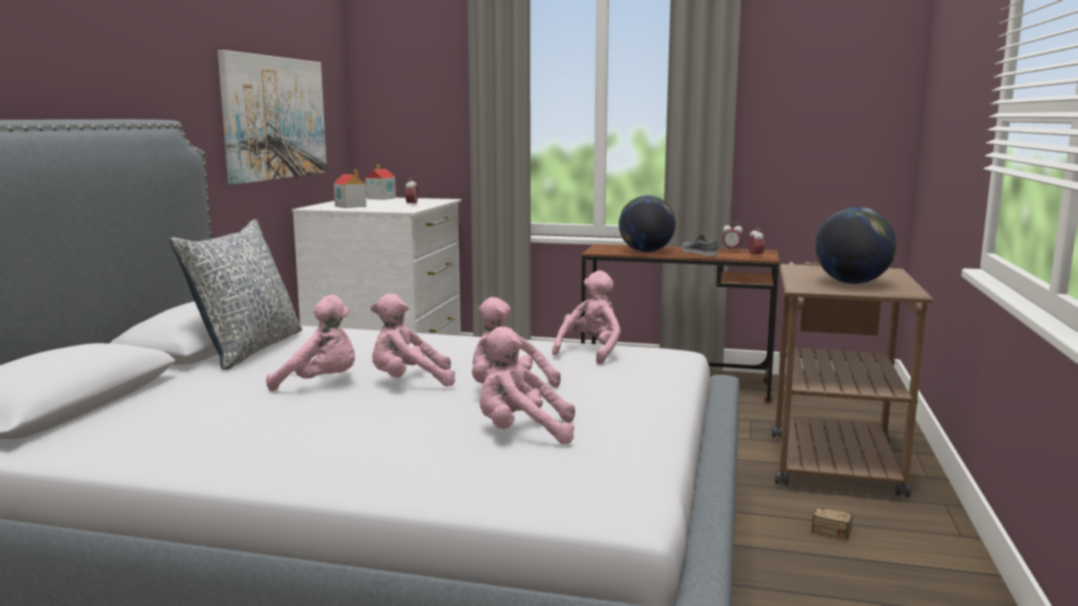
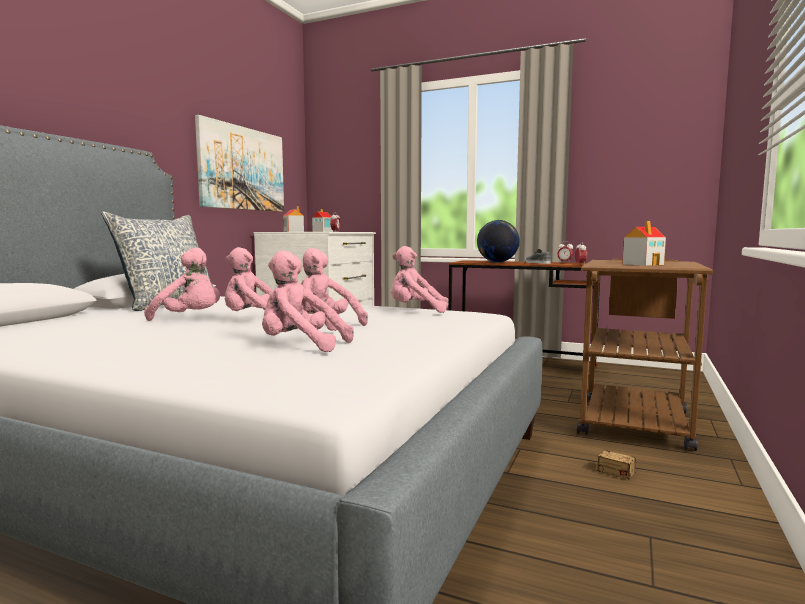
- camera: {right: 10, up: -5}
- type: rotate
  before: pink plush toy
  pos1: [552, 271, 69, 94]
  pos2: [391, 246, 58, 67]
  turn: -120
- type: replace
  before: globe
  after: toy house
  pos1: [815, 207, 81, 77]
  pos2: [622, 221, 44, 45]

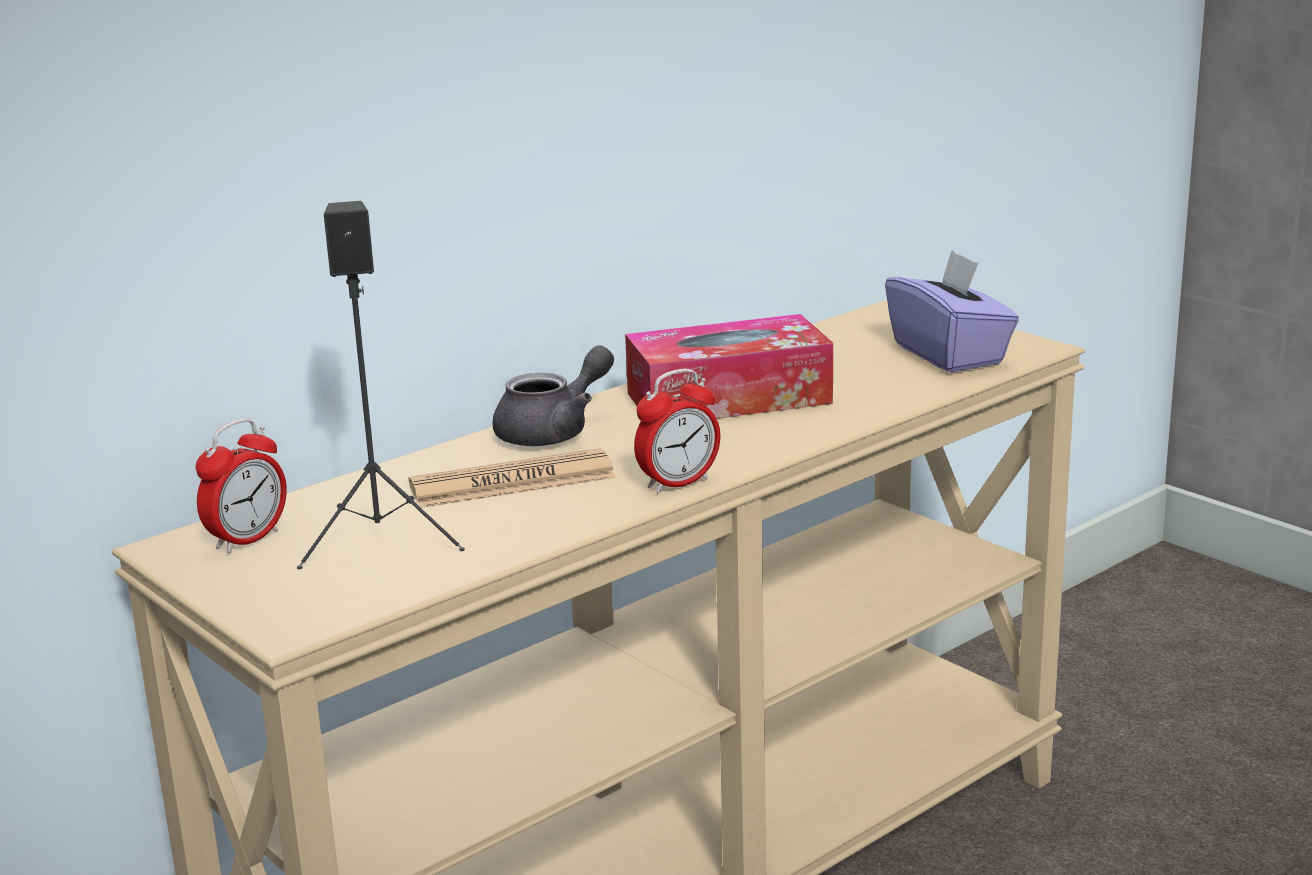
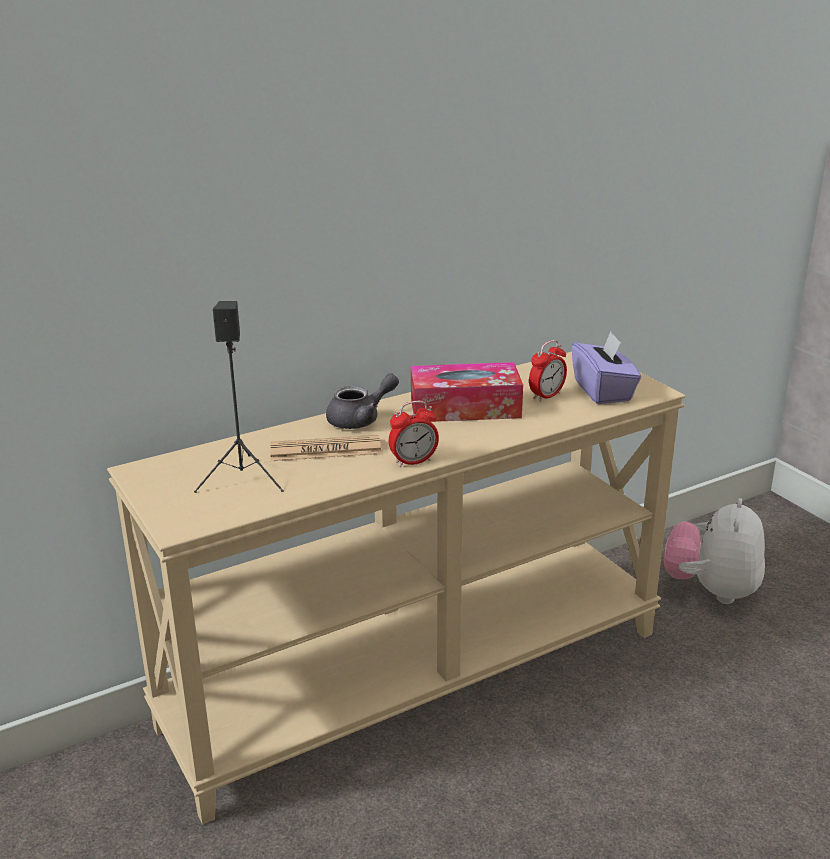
- camera: {right: 10, up: 5}
- type: move
  before: alarm clock
  pos1: [196, 419, 91, 134]
  pos2: [529, 340, 38, 62]
- type: insert
  after: plush toy
  pos2: [664, 498, 101, 106]

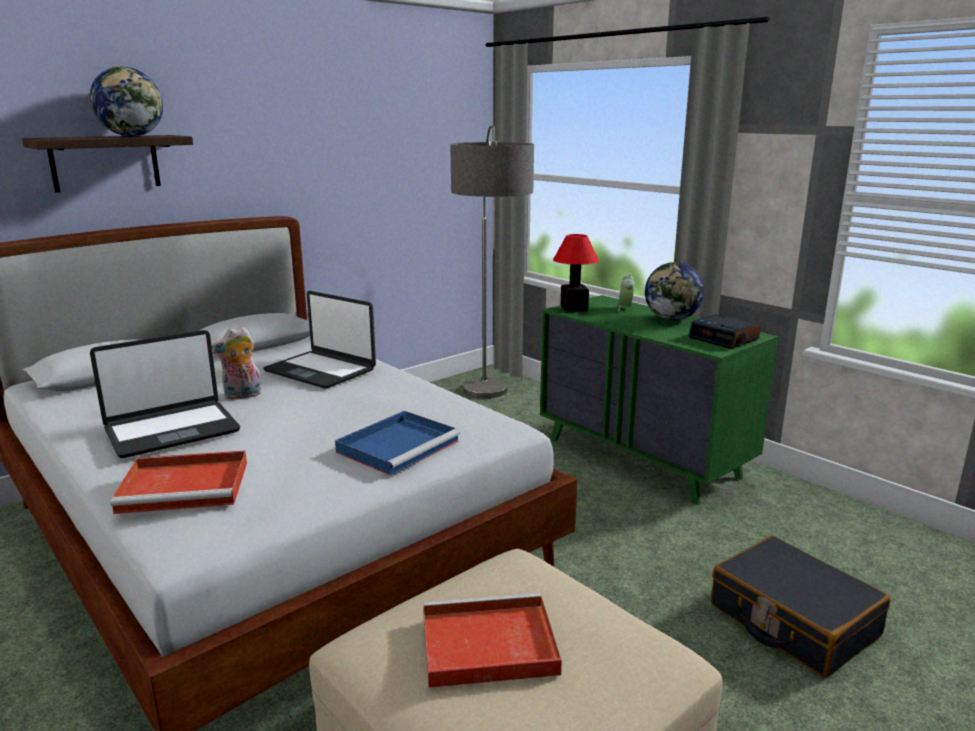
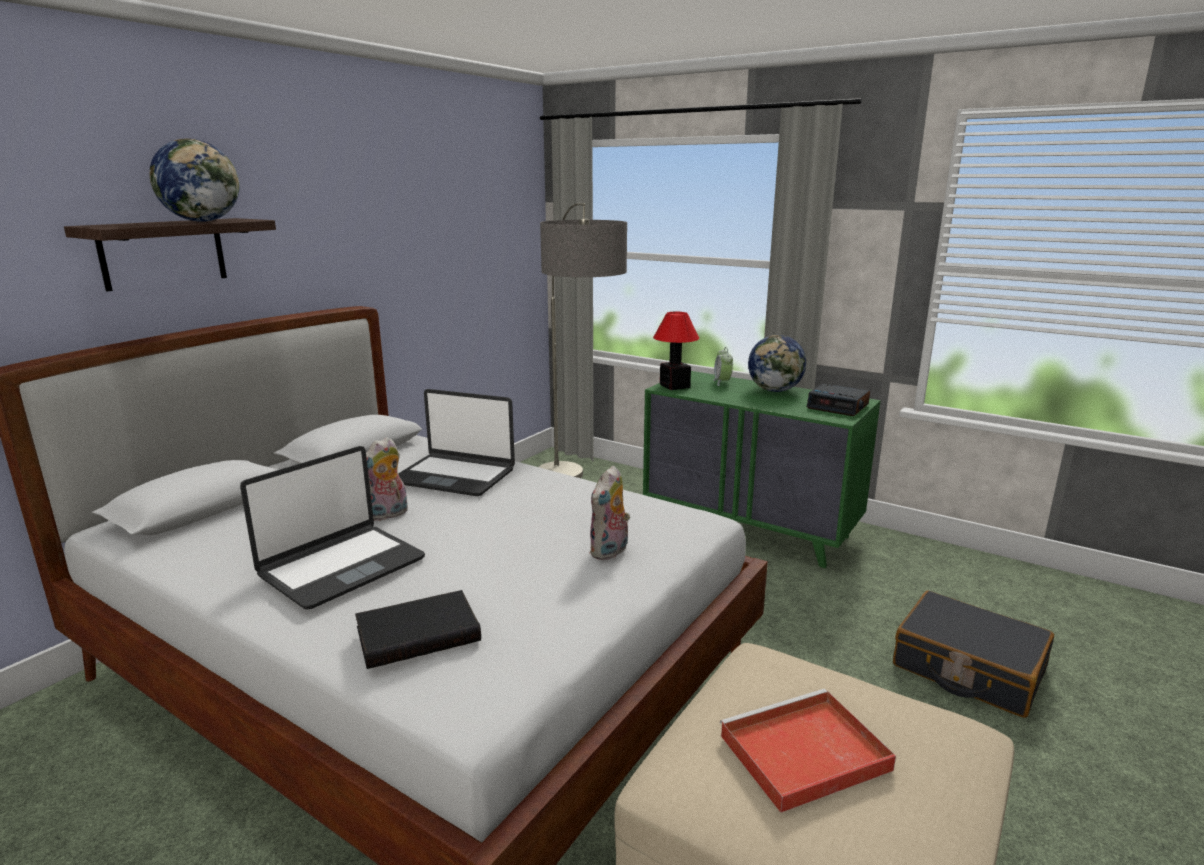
- camera: {right: -15, up: 0}
- type: replace
  before: red tray
  after: black book
  pos1: [110, 450, 137, 64]
  pos2: [355, 590, 126, 79]
- type: replace
  before: blue tray
  after: plush toy
  pos1: [335, 411, 125, 65]
  pos2: [590, 466, 40, 94]

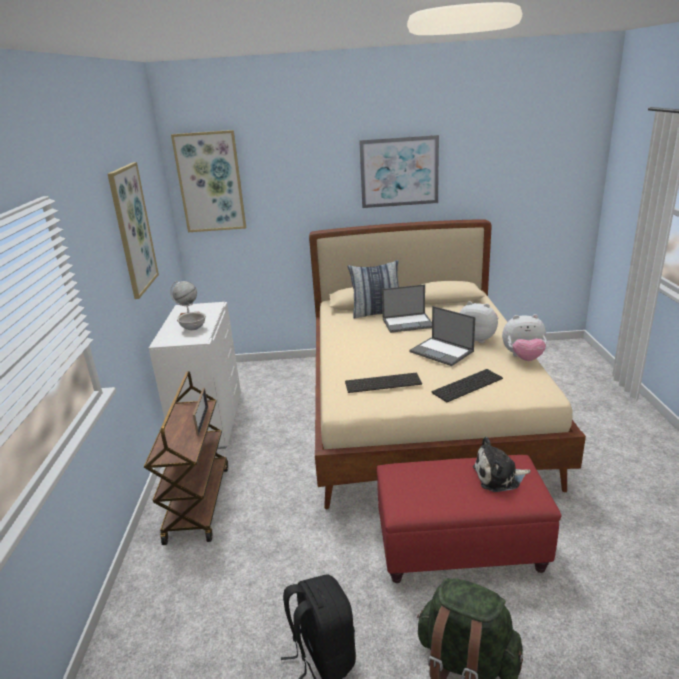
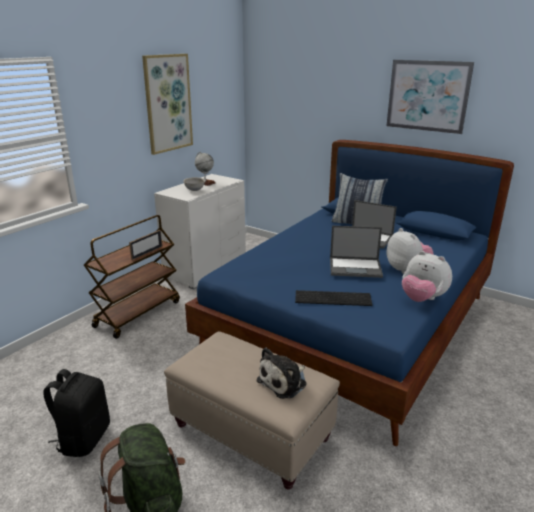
- camera: {right: 35, up: 0}
- type: delete
  before: picture
  pos1: [171, 130, 75, 102]
- type: recolor
  before: beige bed
  after: blue bed
  pos1: [309, 219, 277, 290]
  pos2: [185, 140, 329, 306]
- type: delete
  before: keyboard
  pos1: [345, 373, 77, 20]
- type: recolor
  before: red ottoman
  after: beige ottoman
  pos1: [377, 455, 185, 128]
  pos2: [164, 331, 176, 158]
- type: rotate
  before: laptop
  pos1: [410, 306, 65, 60]
  pos2: [330, 226, 53, 52]
  turn: -75
- type: rotate
  before: plush toy
  pos1: [473, 437, 58, 55]
  pos2: [257, 347, 50, 52]
  turn: -75

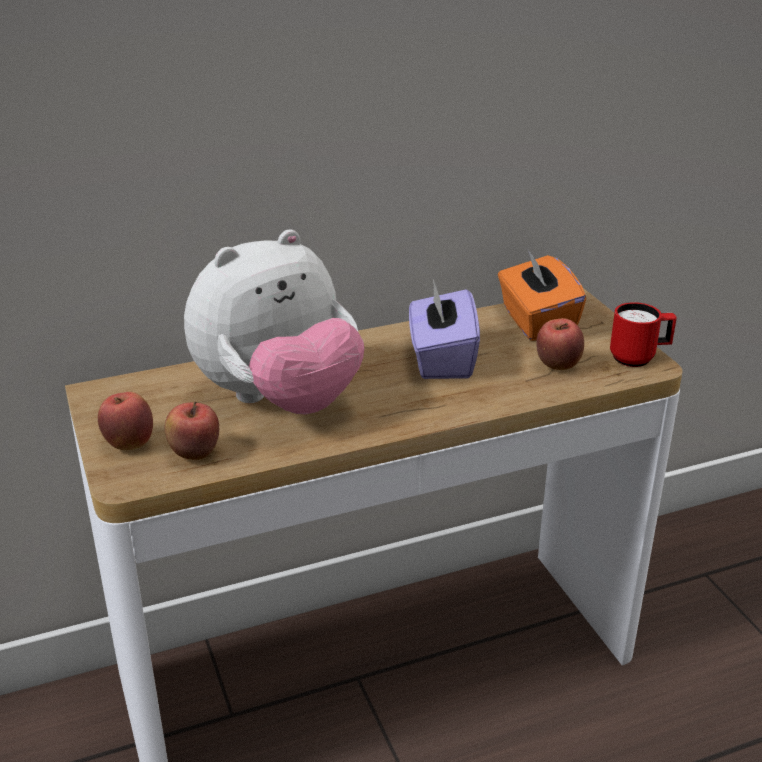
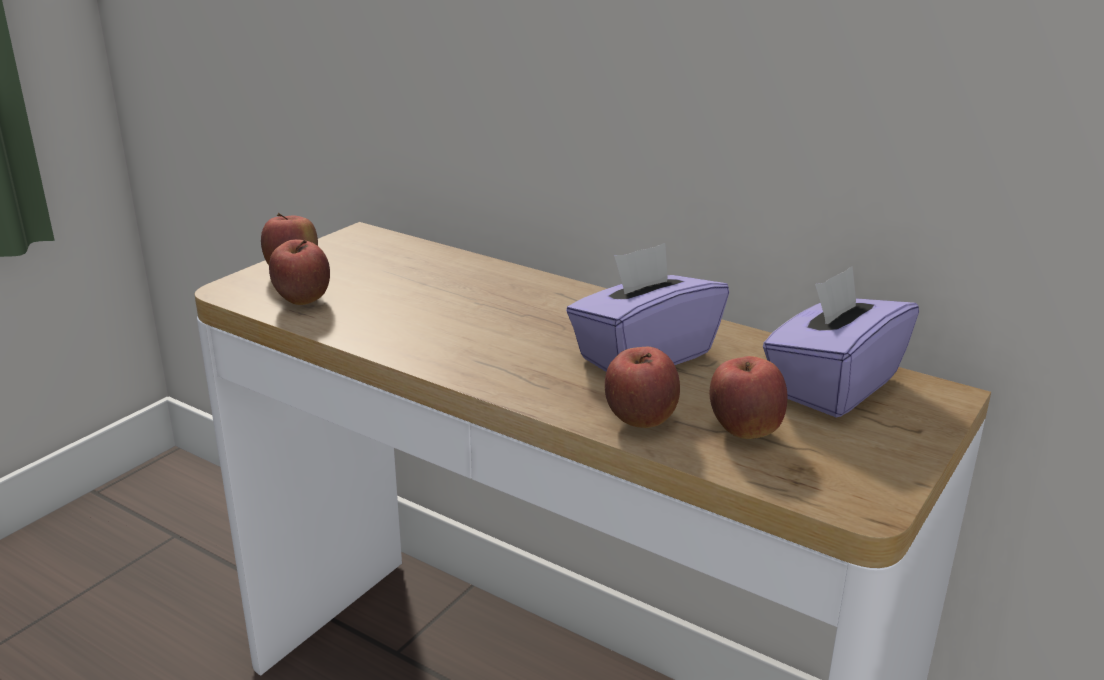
- camera: {right: 55, up: -5}
- type: delete
  before: plush toy
  pos1: [184, 229, 180, 186]
- type: recolor
  before: orange tissue box
  after: purple tissue box
  pos1: [498, 250, 88, 91]
  pos2: [763, 266, 156, 152]
- type: delete
  before: red mug
  pos1: [610, 302, 67, 65]
- type: insert
  after: apple
  pos2: [605, 347, 75, 81]

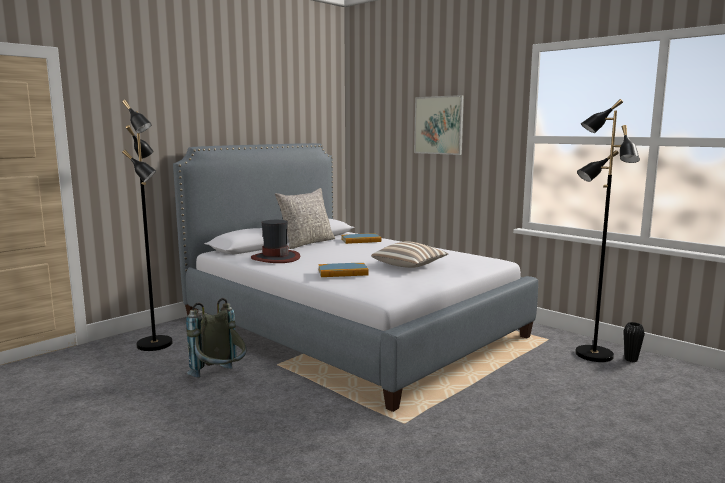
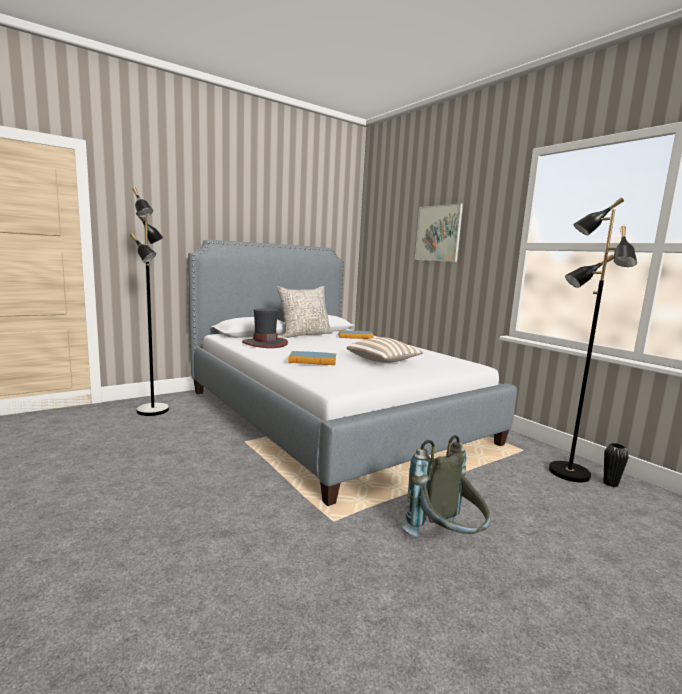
- camera: {right: 10, up: 0}
- type: move
  before: grey backpack
  pos1: [186, 298, 61, 80]
  pos2: [402, 435, 88, 102]

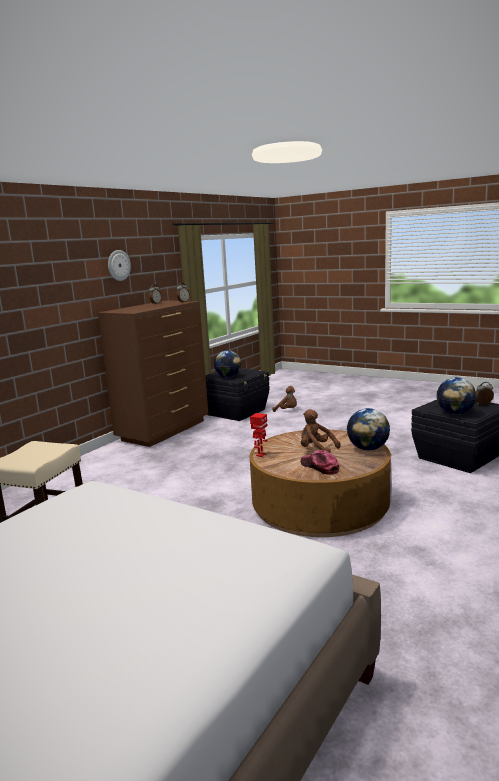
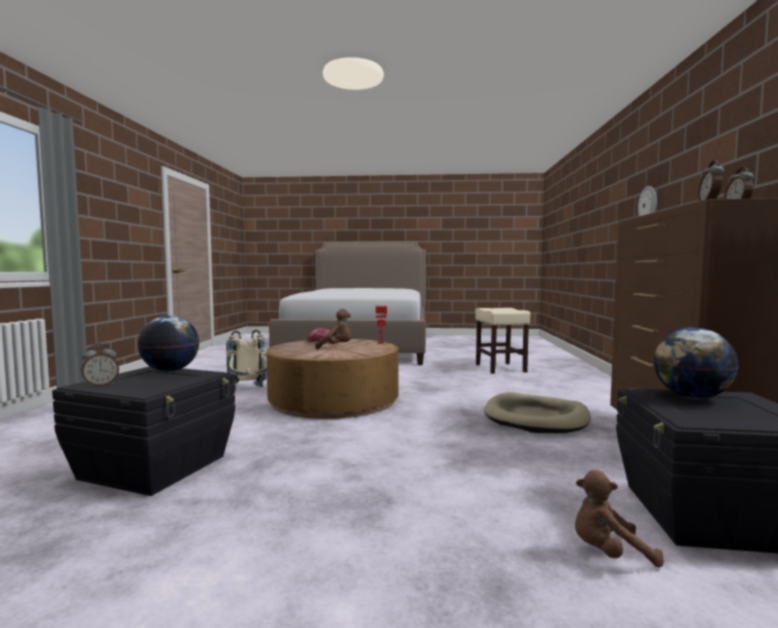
- camera: {right: 150, up: -10}
- type: move
  before: wall clock
  pos1: [108, 250, 23, 31]
  pos2: [638, 186, 19, 30]
- type: delete
  before: globe
  pos1: [347, 408, 43, 43]
- type: insert
  after: beige backpack
  pos2: [226, 330, 41, 60]
- type: insert
  after: beige dog bed
  pos2: [484, 392, 107, 41]

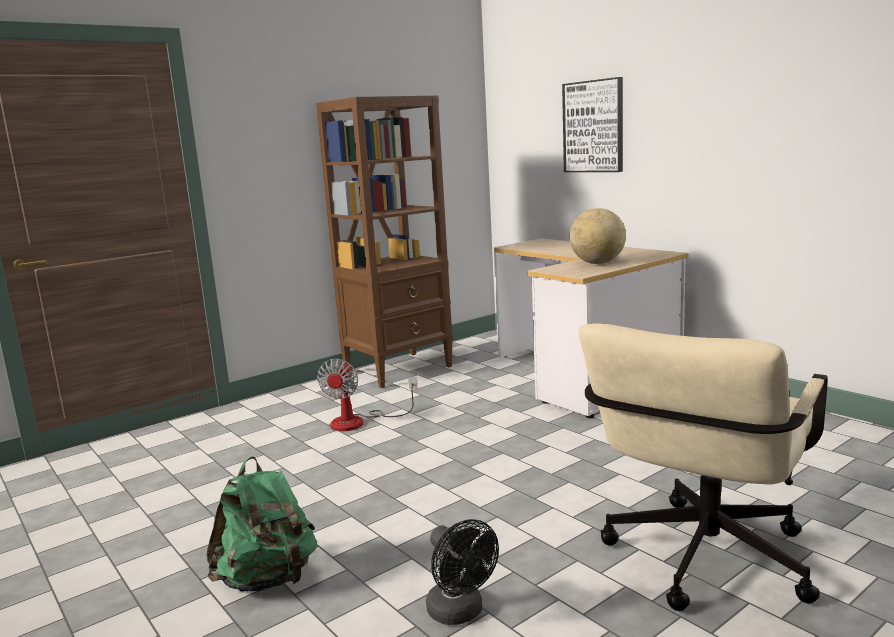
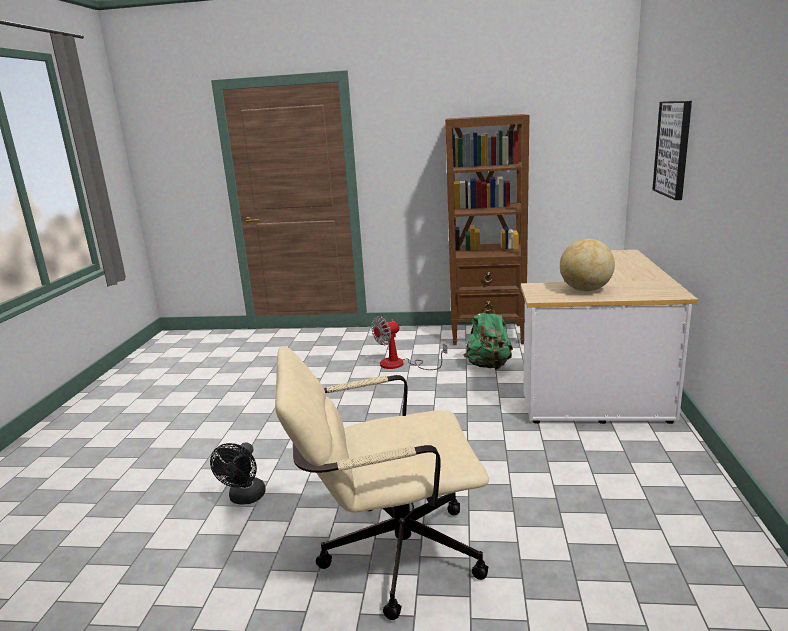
- camera: {right: 45, up: 5}
- type: move
  before: green backpack
  pos1: [206, 456, 111, 136]
  pos2: [463, 306, 50, 64]

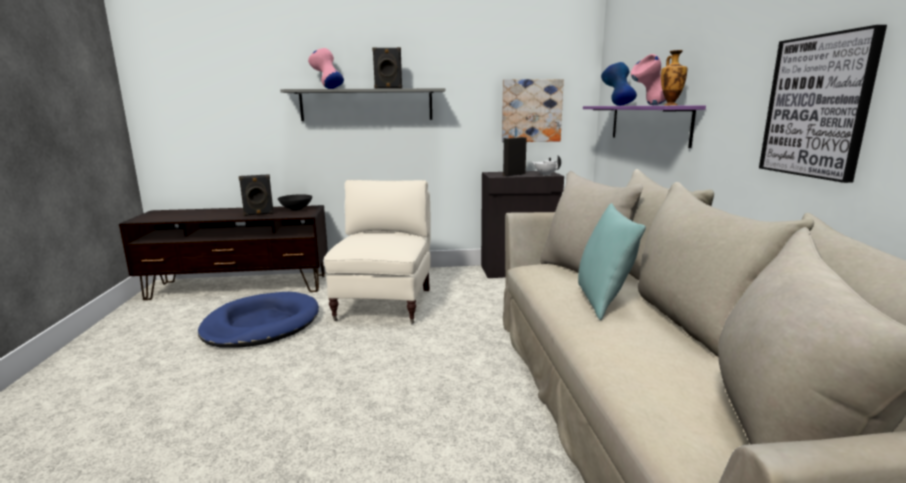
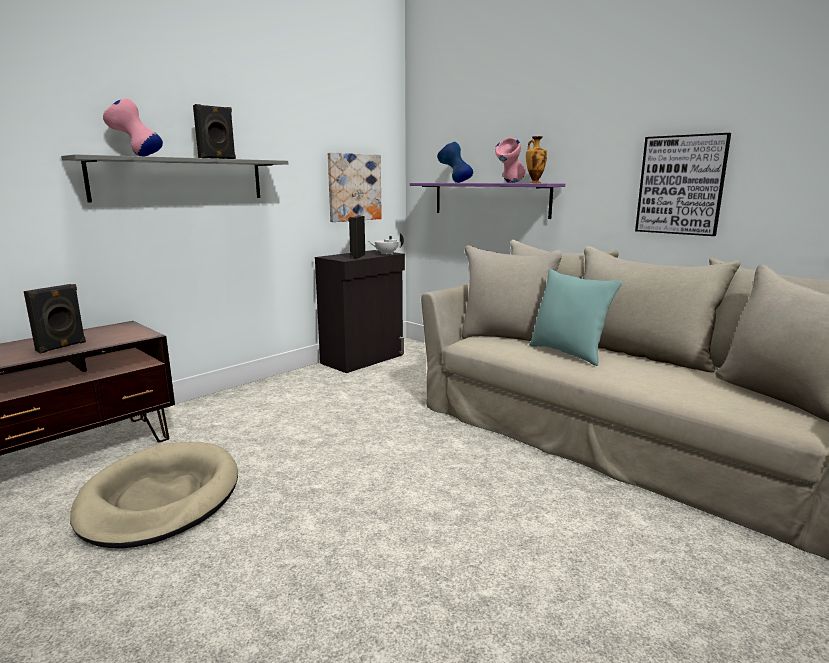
- camera: {right: -40, up: 0}
- type: recolor
  before: blue dog bed
  after: beige dog bed
  pos1: [198, 292, 121, 56]
  pos2: [70, 442, 168, 106]
- type: delete
  before: black bowl
  pos1: [278, 194, 34, 17]
- type: delete
  before: beige armchair
  pos1: [324, 180, 107, 144]

